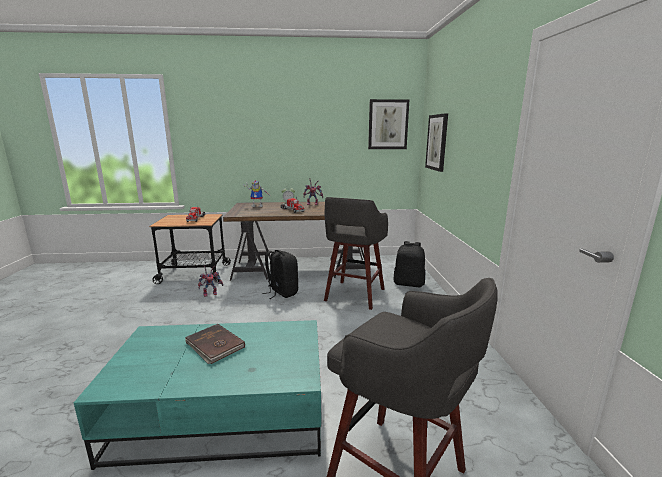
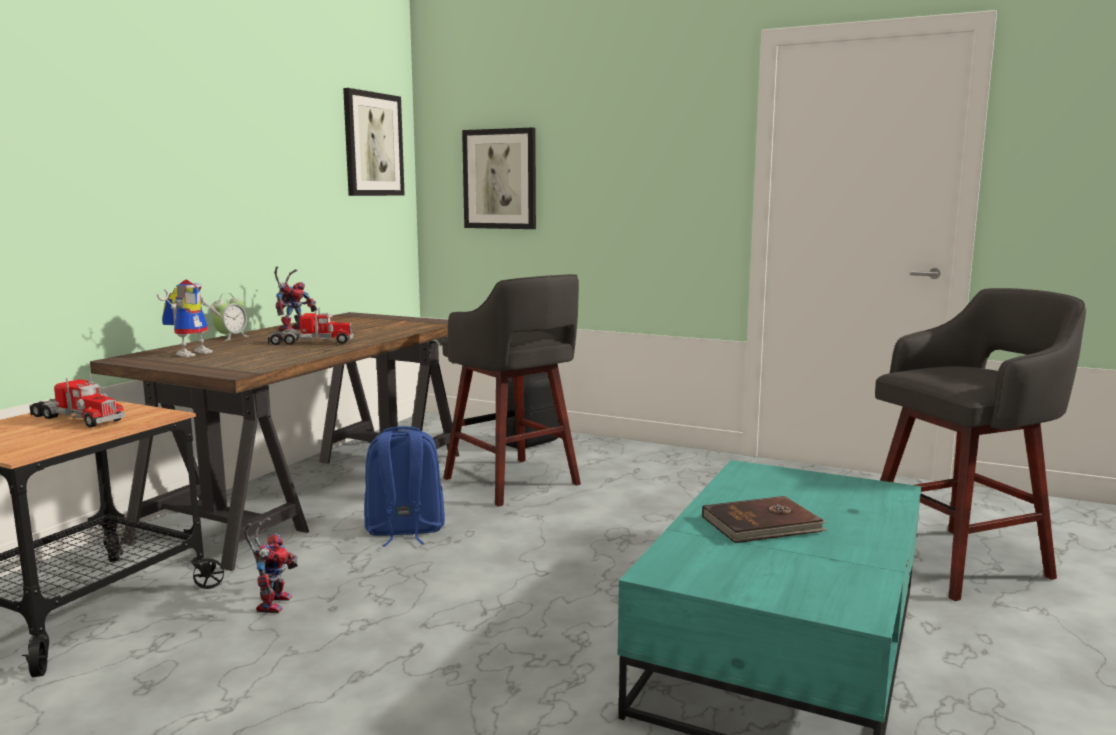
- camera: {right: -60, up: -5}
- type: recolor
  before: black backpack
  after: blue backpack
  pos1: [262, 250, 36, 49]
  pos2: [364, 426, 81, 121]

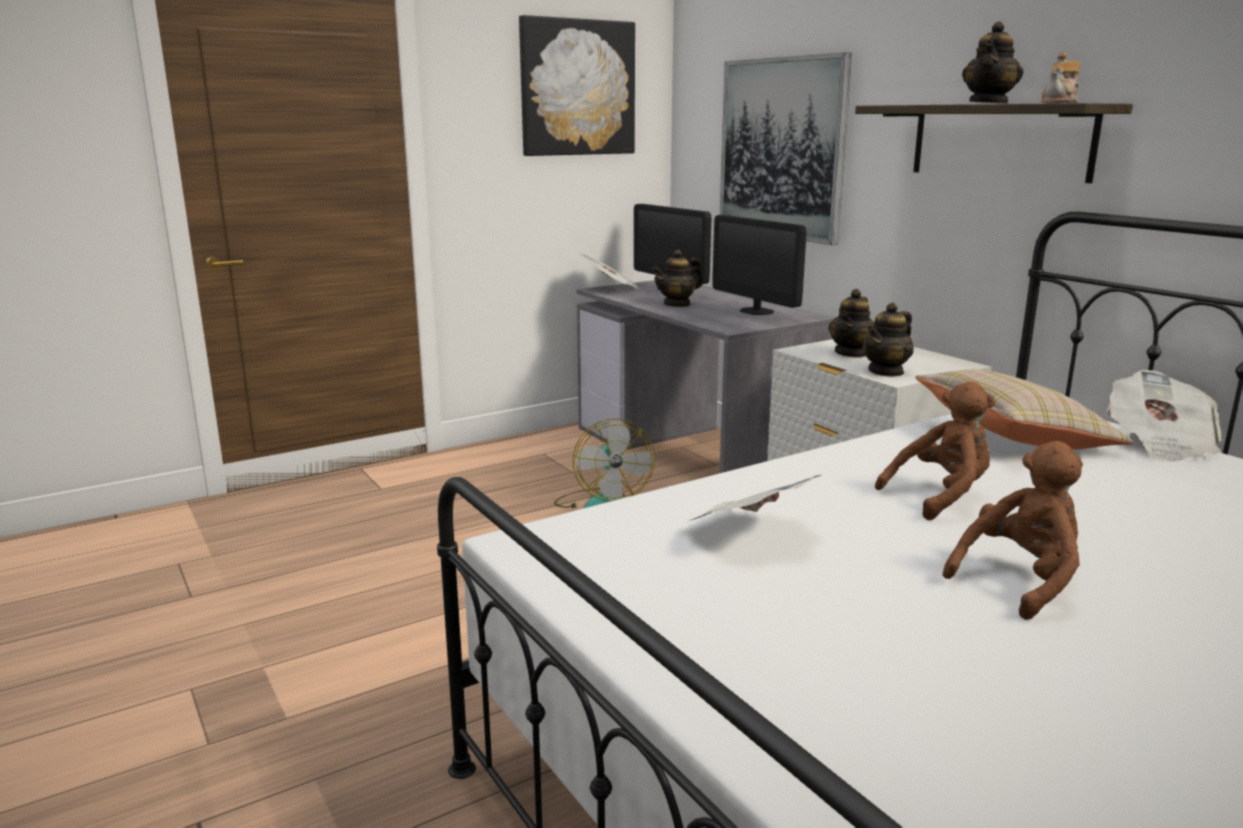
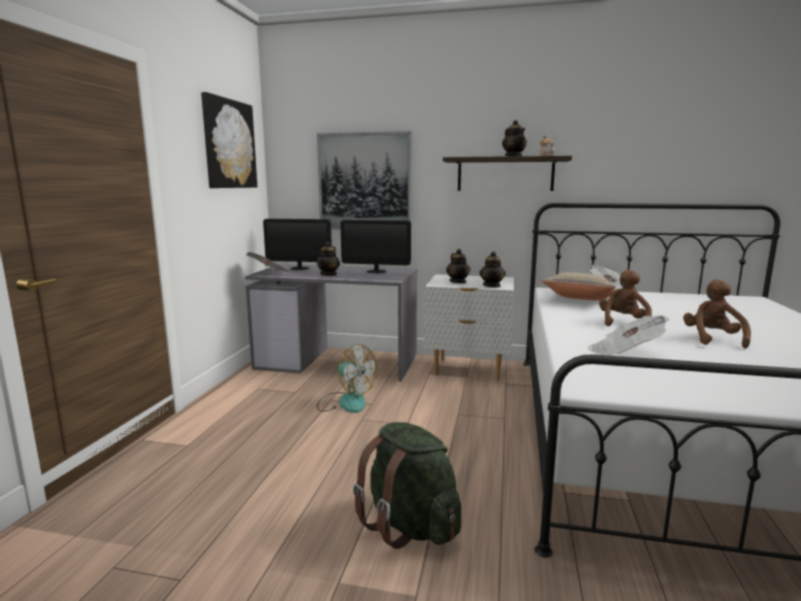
- camera: {right: -45, up: -5}
- type: insert
  after: green backpack
  pos2: [353, 422, 108, 127]

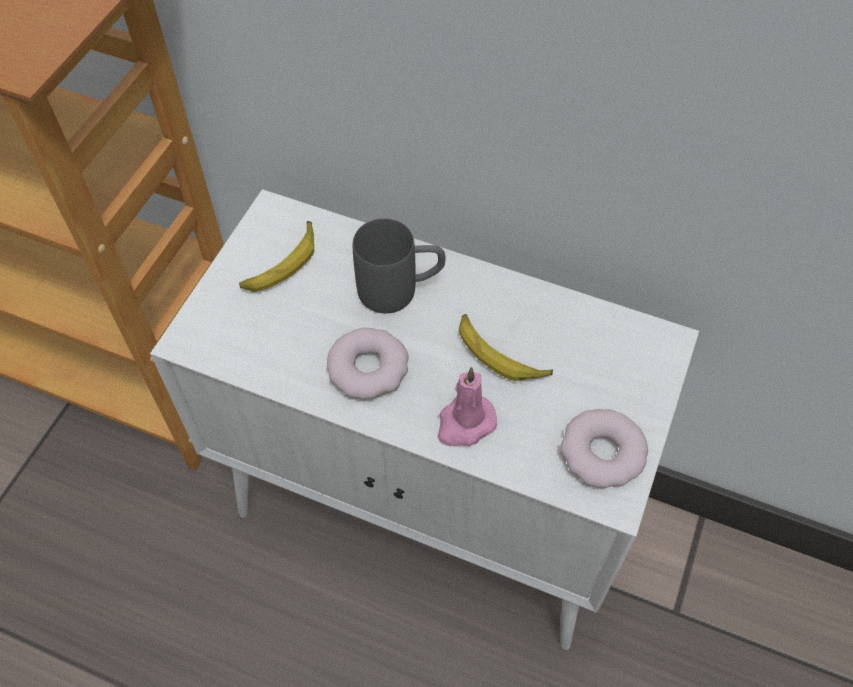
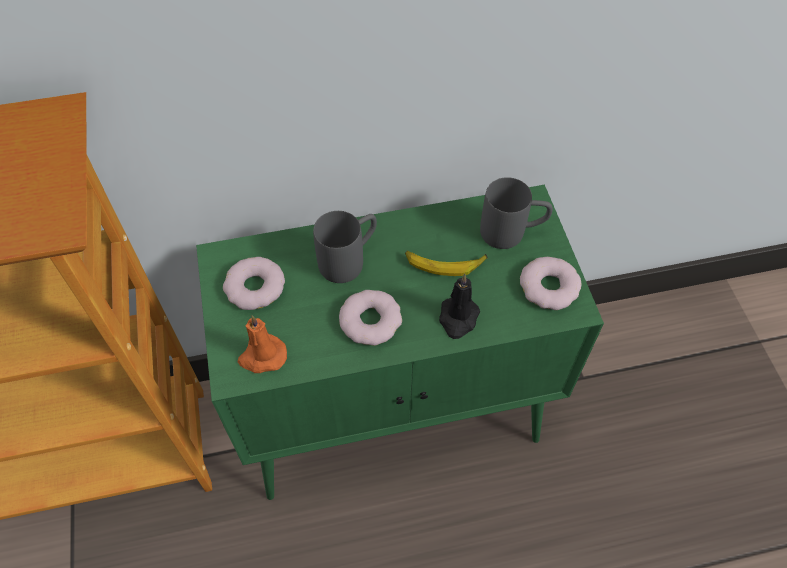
- camera: {right: -35, up: 0}
- type: recolor
  before: white cabinet
  after: green cabinet
  pos1: [150, 189, 549, 461]
  pos2: [196, 185, 408, 315]
- type: replace
  before: banana
  after: donut
  pos1: [239, 221, 75, 71]
  pos2: [223, 257, 62, 53]
- type: recolor
  before: pink candle
  after: black candle
  pos1: [438, 367, 59, 79]
  pos2: [439, 274, 41, 65]
- type: insert
  after: orange candle
  pos2: [238, 315, 49, 58]
- type: insert
  after: grey mug
  pos2: [480, 177, 73, 72]

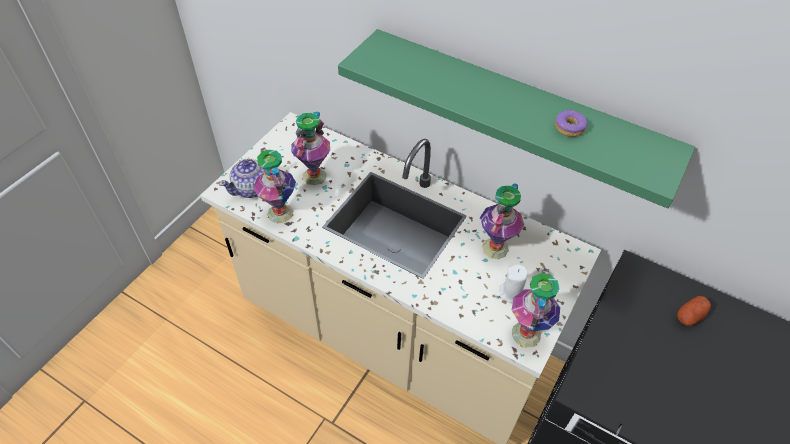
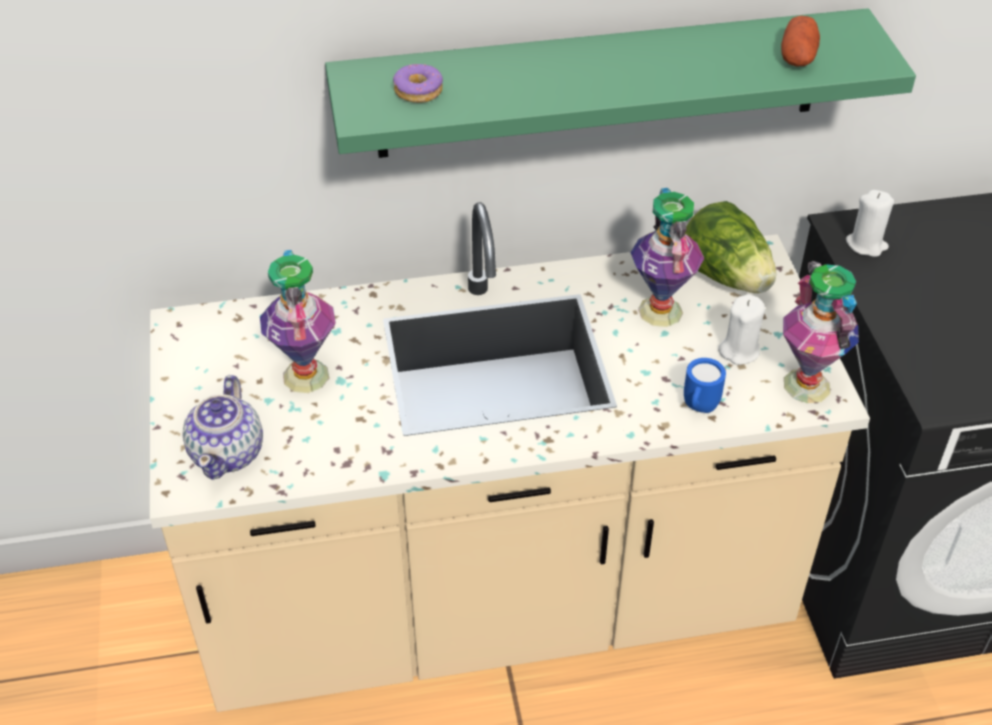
- camera: {right: -40, up: -5}
- type: delete
  before: vase
  pos1: [253, 148, 43, 75]
- type: move
  before: donut
  pos1: [555, 110, 32, 27]
  pos2: [393, 64, 50, 39]
- type: move
  before: potato
  pos1: [677, 296, 34, 30]
  pos2: [781, 16, 39, 50]
- type: insert
  after: blue mug
  pos2: [684, 358, 42, 55]
- type: insert
  after: lettuce
  pos2: [685, 201, 91, 92]
- type: insert
  after: white candle
  pos2: [846, 190, 48, 67]

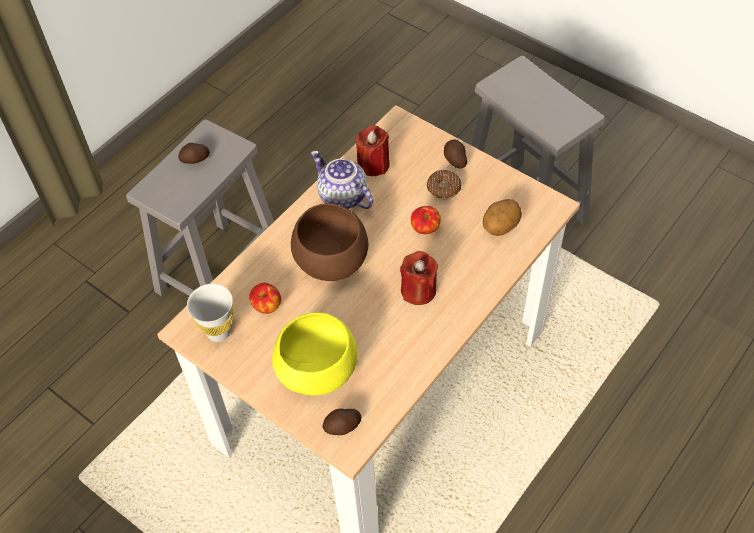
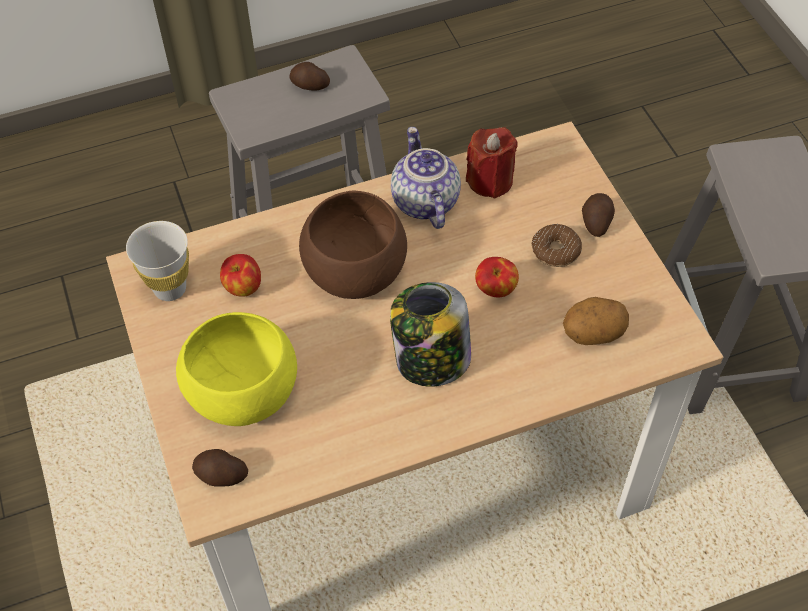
- camera: {right: 30, up: 0}
- type: replace
  before: red candle
  after: jar
  pos1: [400, 251, 38, 54]
  pos2: [390, 282, 81, 105]

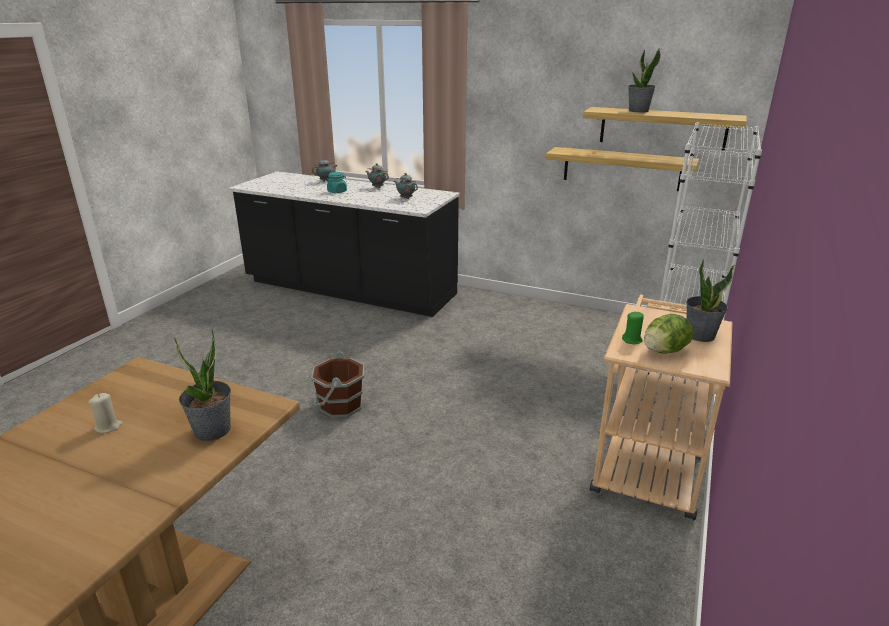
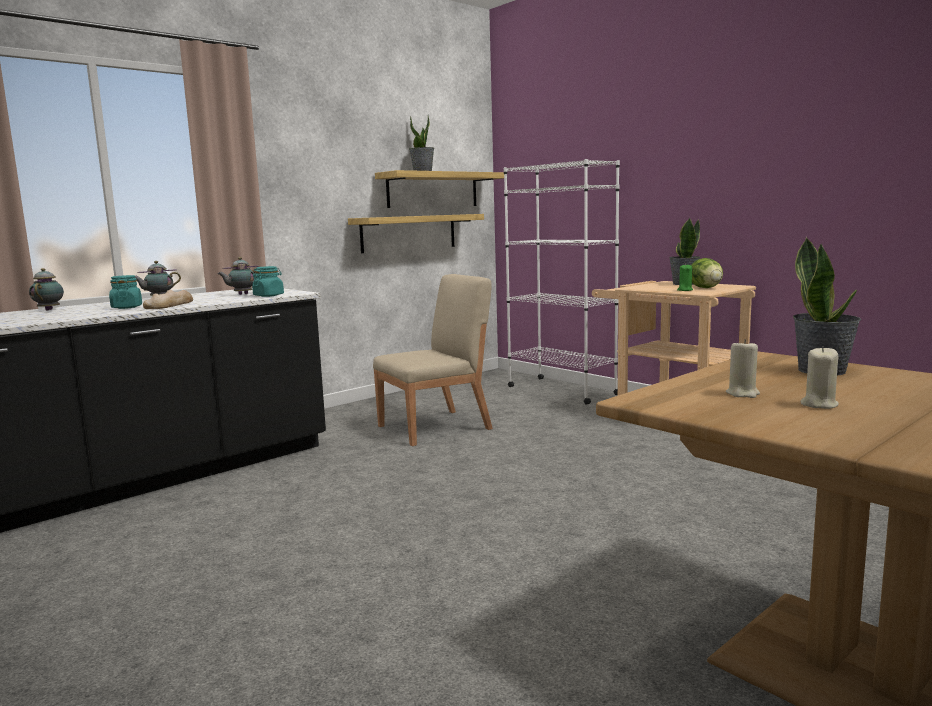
- camera: {right: -65, up: -15}
- type: delete
  before: brown bucket
  pos1: [311, 351, 53, 67]
- type: insert
  after: bread
  pos2: [143, 290, 50, 19]
- type: insert
  after: turquoise jar
  pos2: [252, 266, 32, 31]
- type: insert
  after: beige chair
  pos2: [373, 274, 120, 172]
- type: insert
  after: beige candle
  pos2: [726, 339, 34, 59]

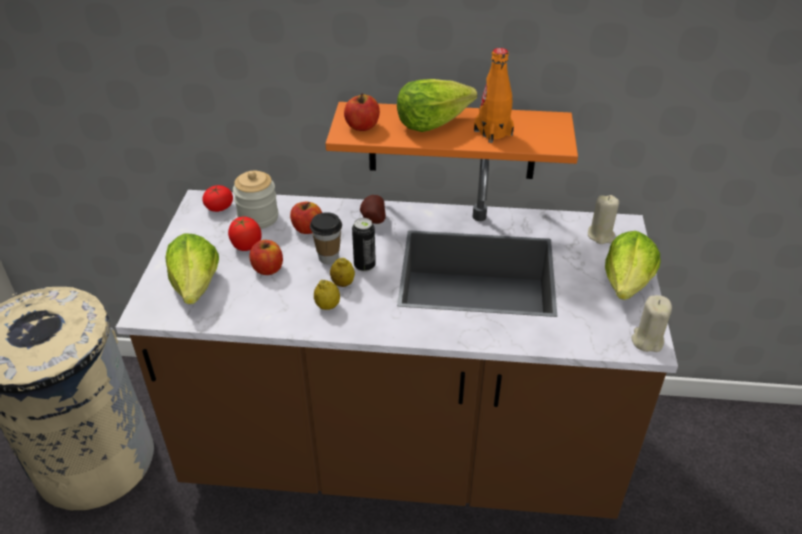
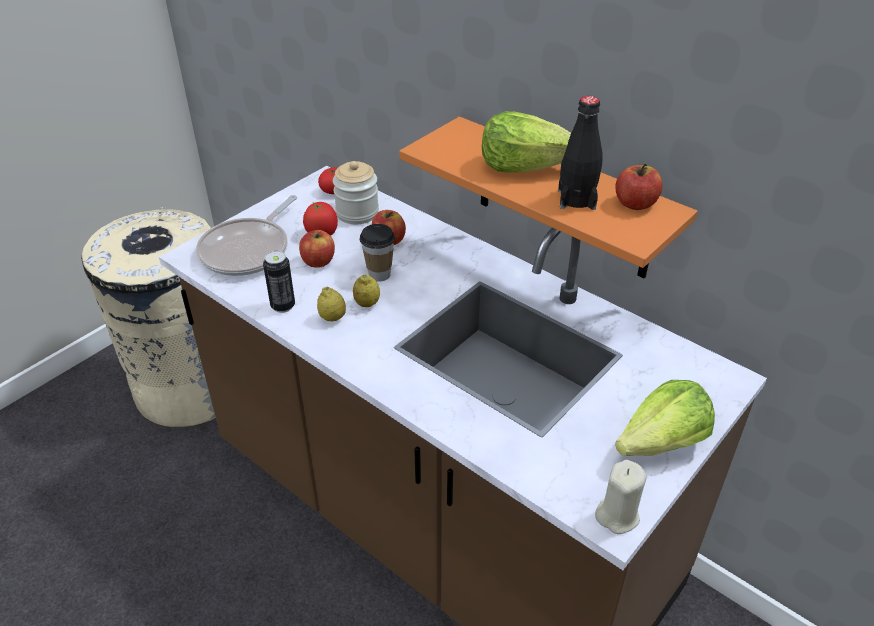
- camera: {right: 35, up: 0}
- type: replace
  before: lettuce
  after: frying pan
  pos1: [165, 233, 54, 71]
  pos2: [196, 195, 101, 81]
- type: move
  before: apple
  pos1: [344, 93, 36, 38]
  pos2: [616, 164, 47, 46]
- type: move
  before: can
  pos1: [352, 218, 24, 54]
  pos2: [263, 251, 32, 62]
- type: delete
  before: potato
  pos1: [360, 195, 26, 29]
- type: recolor
  before: orange bottle
  after: black bottle
  pos1: [474, 48, 40, 95]
  pos2: [558, 96, 45, 114]
- type: delete
  before: beige candle
  pos1: [588, 195, 31, 49]

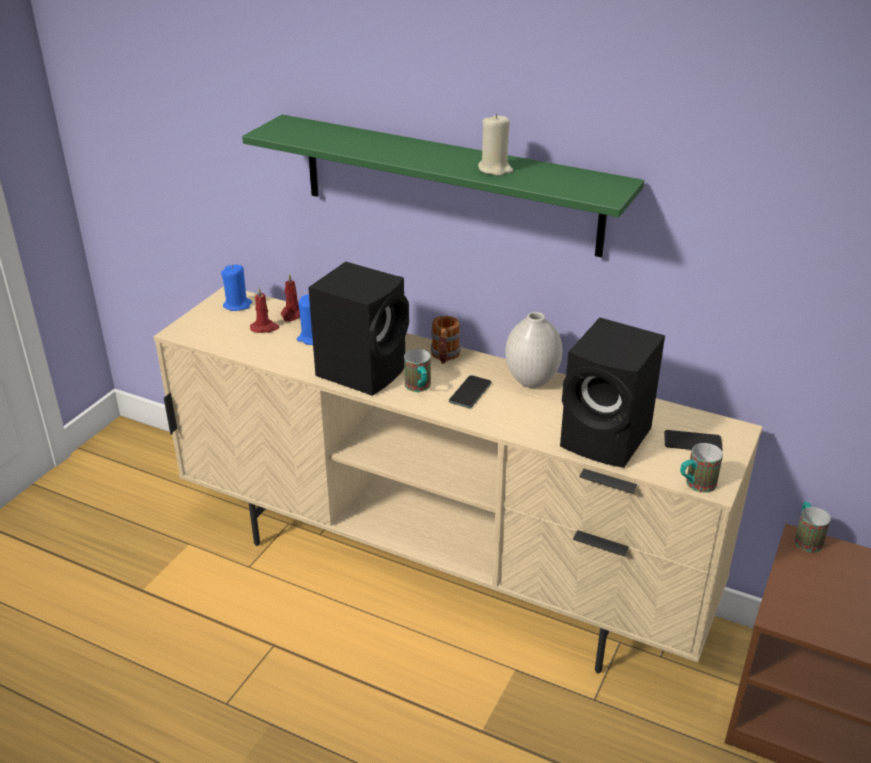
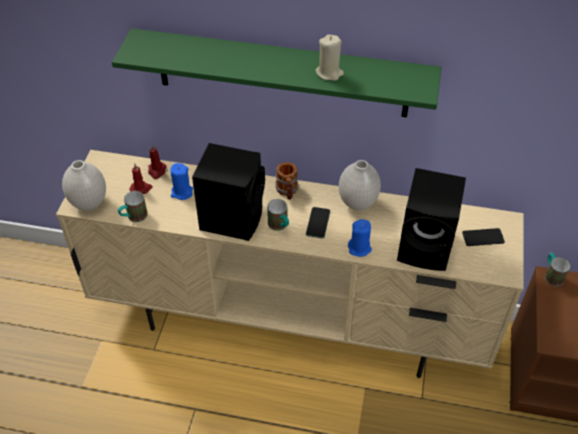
- camera: {right: -15, up: 15}
- type: move
  before: blue candle
  pos1: [221, 264, 31, 47]
  pos2: [348, 219, 24, 38]
- type: move
  before: mug
  pos1: [680, 443, 43, 50]
  pos2: [118, 191, 30, 31]
- type: insert
  after: white vase
  pos2: [62, 160, 44, 51]

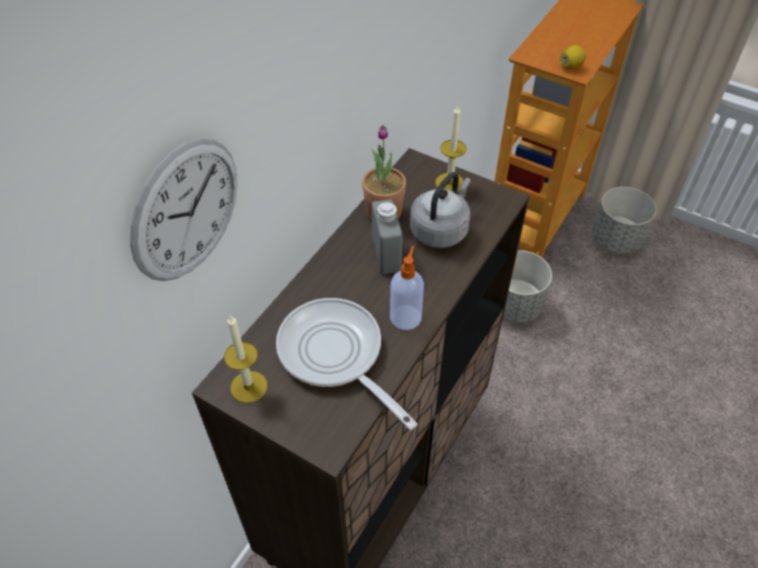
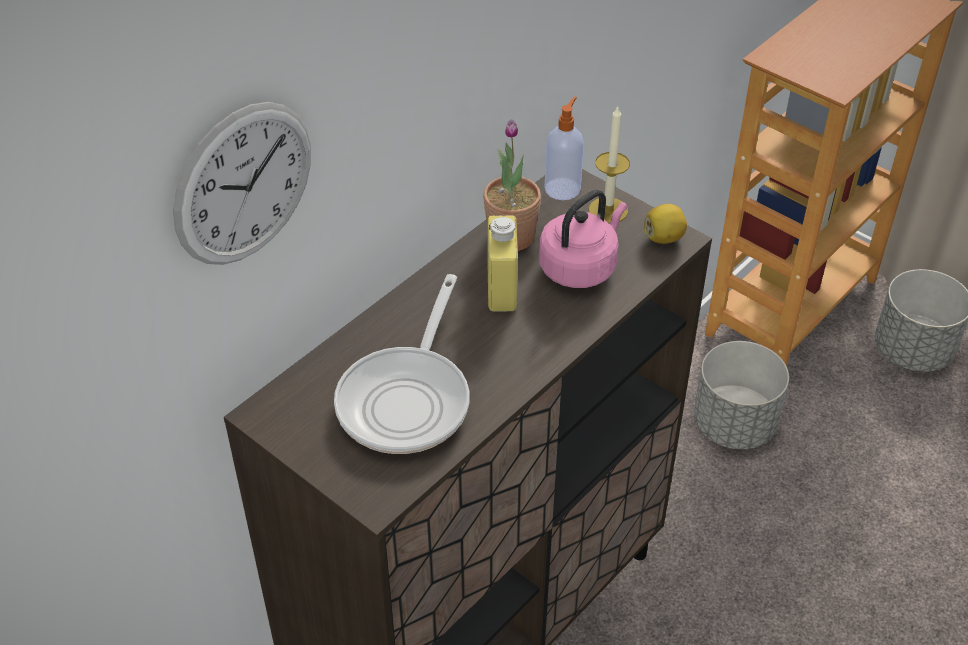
- camera: {right: 10, up: -5}
- type: delete
  before: candle
  pos1: [224, 315, 44, 88]
- type: rotate
  before: frying pan
  pos1: [276, 298, 142, 132]
  pos2: [334, 274, 136, 180]
  turn: -135
- type: recolor
  before: grey bottle
  after: yellow bottle
  pos1: [372, 199, 31, 75]
  pos2: [487, 215, 31, 96]
- type: move
  before: soap dispenser
  pos1: [390, 245, 34, 85]
  pos2: [545, 96, 39, 104]
- type: recolor
  before: grey kettle
  after: pink kettle
  pos1: [410, 172, 61, 76]
  pos2: [539, 190, 88, 98]
- type: move
  before: lemon
  pos1: [560, 45, 26, 24]
  pos2: [644, 204, 43, 40]

